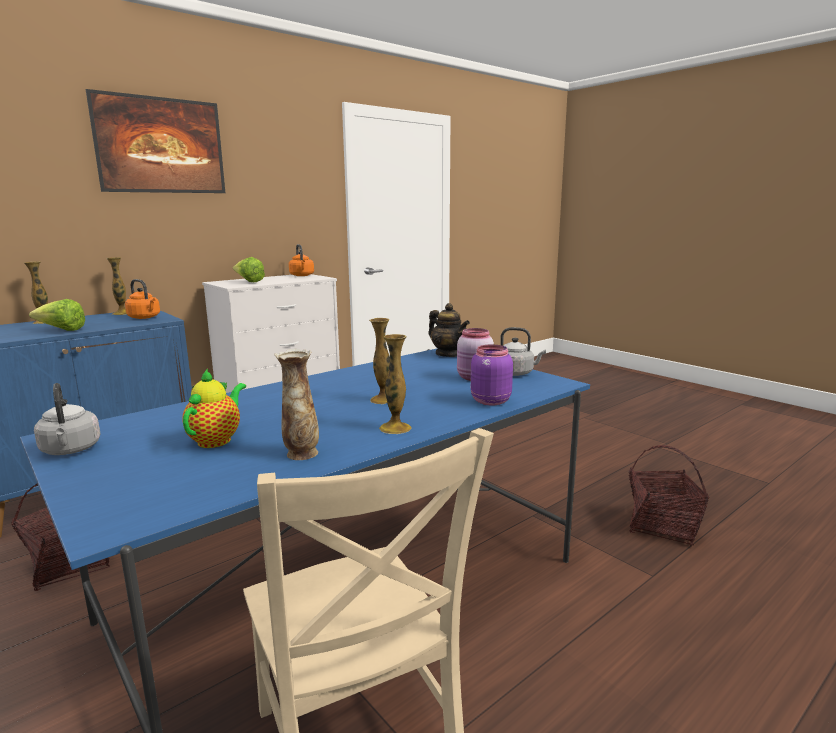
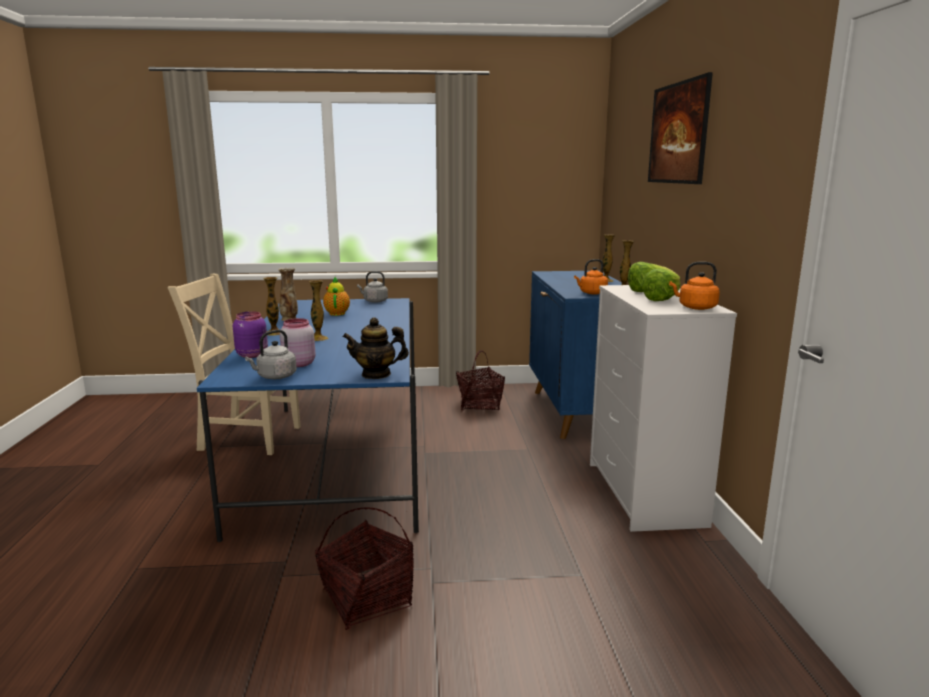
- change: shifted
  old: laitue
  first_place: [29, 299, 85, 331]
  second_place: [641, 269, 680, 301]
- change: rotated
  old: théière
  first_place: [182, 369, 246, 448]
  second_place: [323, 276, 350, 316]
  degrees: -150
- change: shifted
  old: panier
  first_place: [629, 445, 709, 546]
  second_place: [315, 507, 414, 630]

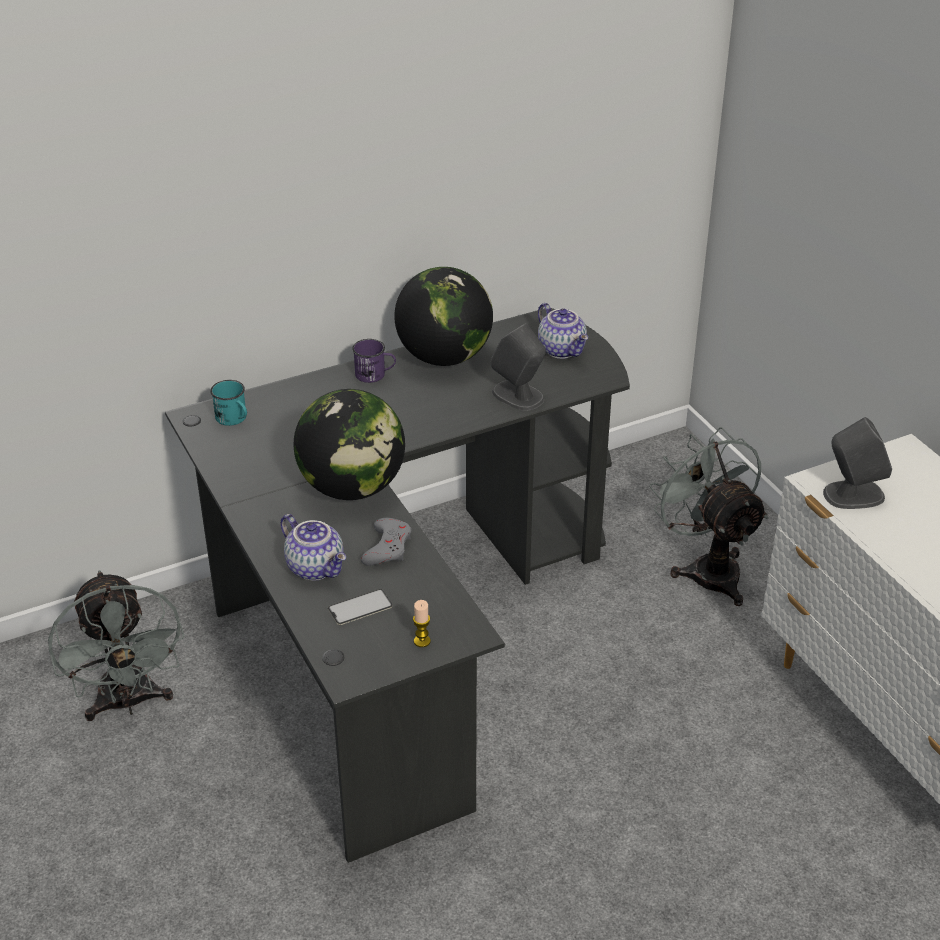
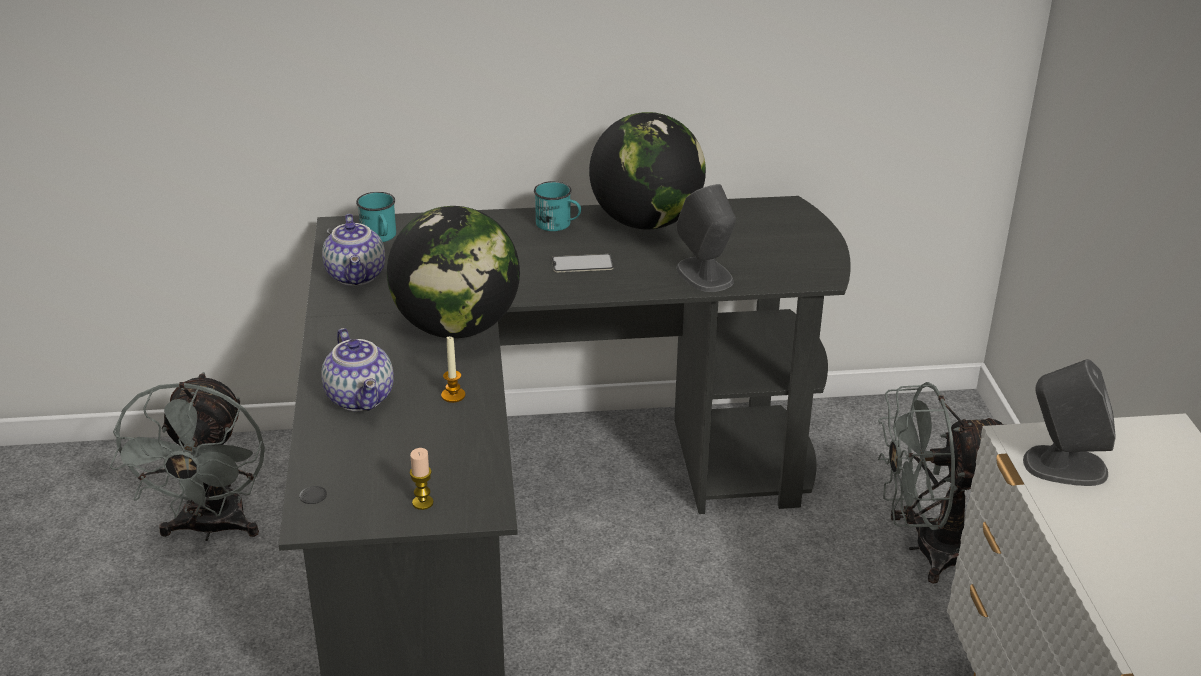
- change: shifted
  old: théière
  first_place: [538, 303, 588, 359]
  second_place: [322, 214, 385, 286]
- change: repainted
  old: mug/violet
  new: mug/turquoise
  first_place: [352, 339, 396, 383]
  second_place: [534, 181, 581, 231]
- change: rotated
  old: ventilateur/gris
  first_place: [649, 427, 768, 606]
  second_place: [877, 382, 1006, 584]
  degrees: -90
- change: swapped
  old: manette/gris
  new: bougie
  first_place: [361, 518, 411, 566]
  second_place: [441, 337, 465, 403]
- change: shifted
  old: téléphone
  first_place: [328, 589, 393, 625]
  second_place: [552, 254, 614, 272]

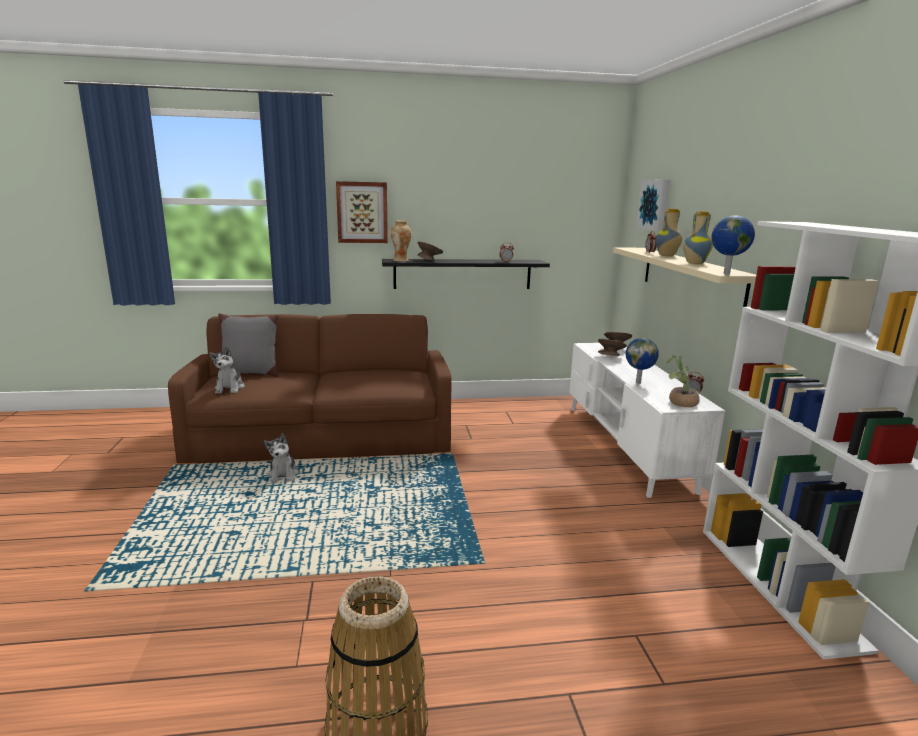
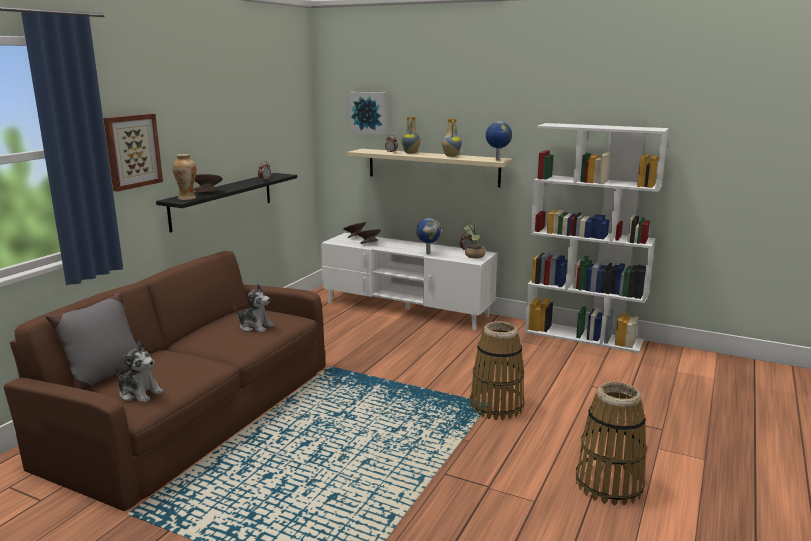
- change: shifted
  old: peluche
  first_place: [264, 433, 299, 483]
  second_place: [234, 284, 274, 332]
- change: new
  new: panier
  second_place: [470, 321, 525, 420]

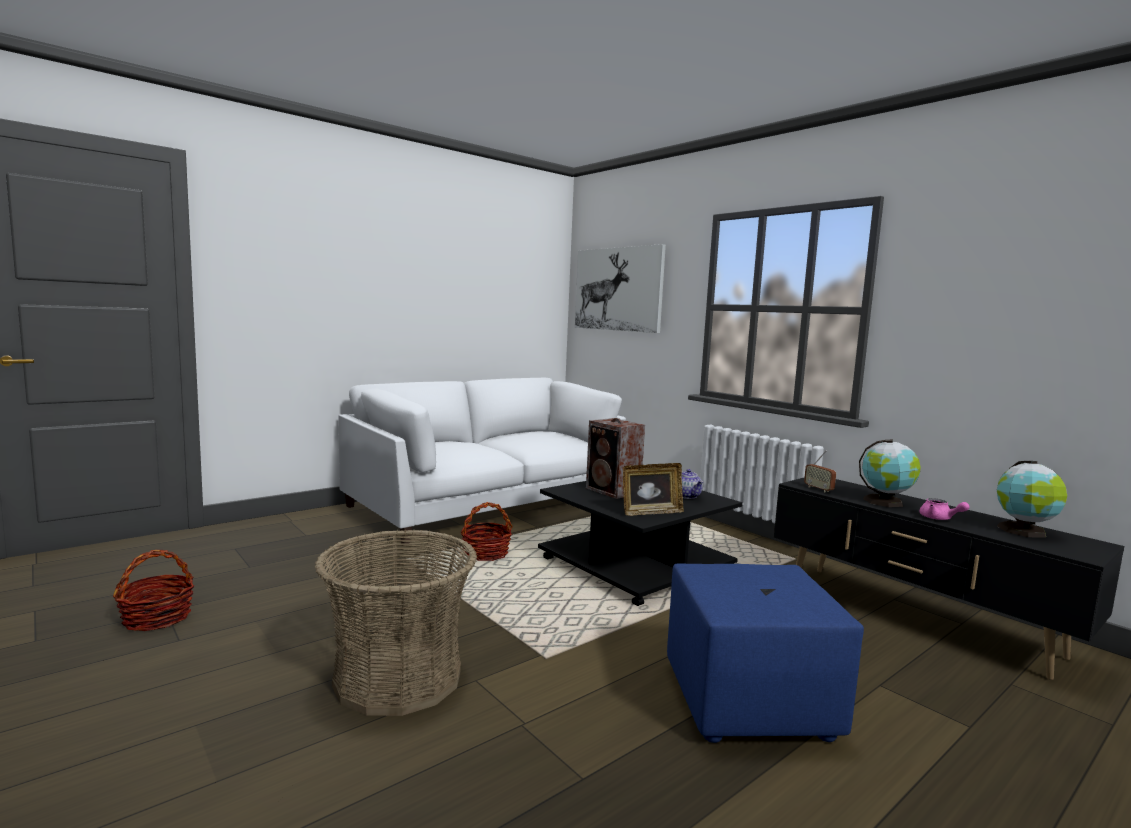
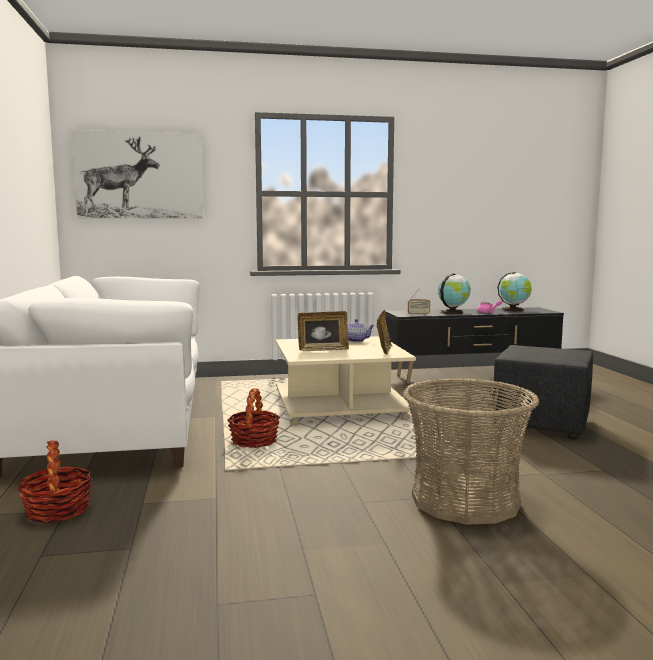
- change: swapped
  old: enceinte
  new: cadre photo
  first_place: [586, 418, 645, 499]
  second_place: [298, 311, 349, 351]
- change: repainted
  old: table basse/noir
  new: table basse/beige
  first_place: [538, 481, 742, 606]
  second_place: [275, 336, 416, 426]
- change: shifted
  old: panier
  first_place: [113, 550, 194, 631]
  second_place: [17, 440, 92, 523]
- change: repainted
  old: pouf/bleu
  new: pouf/noir
  first_place: [667, 563, 864, 743]
  second_place: [493, 345, 593, 439]

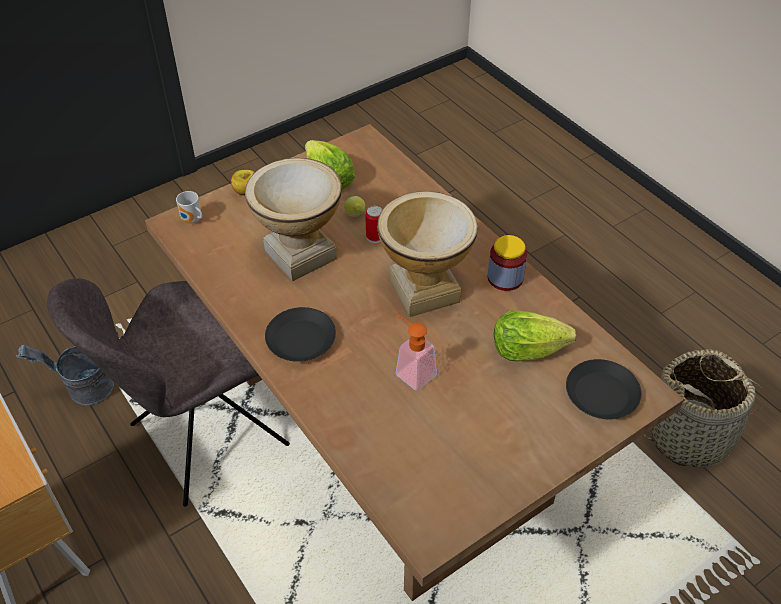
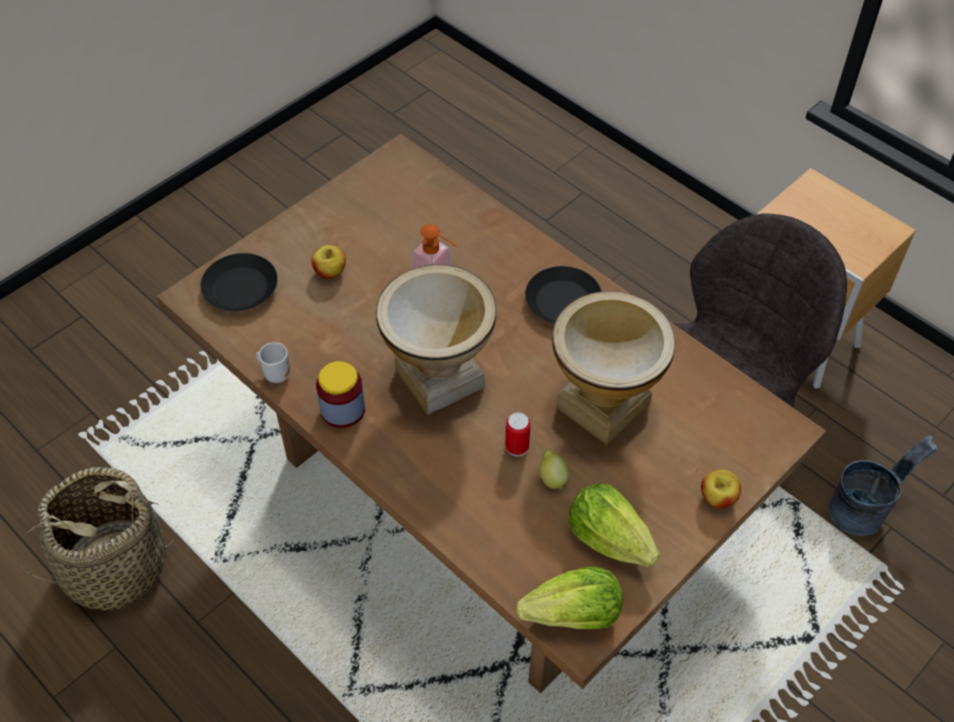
- change: shifted
  old: mug
  first_place: [176, 191, 202, 224]
  second_place: [256, 342, 291, 383]
- change: shifted
  old: laitue
  first_place: [494, 310, 576, 361]
  second_place: [516, 566, 623, 629]
- change: new
  new: pomme
  second_place: [311, 245, 346, 279]

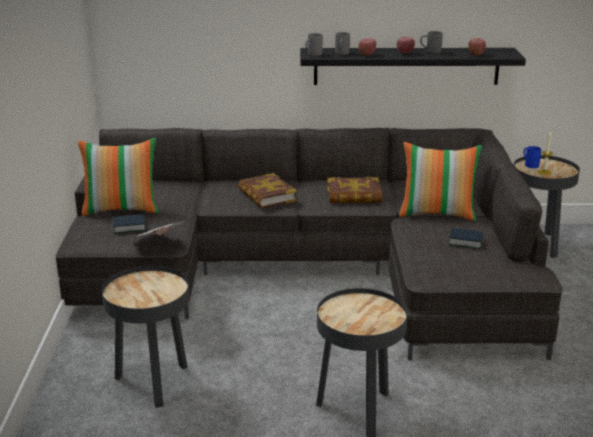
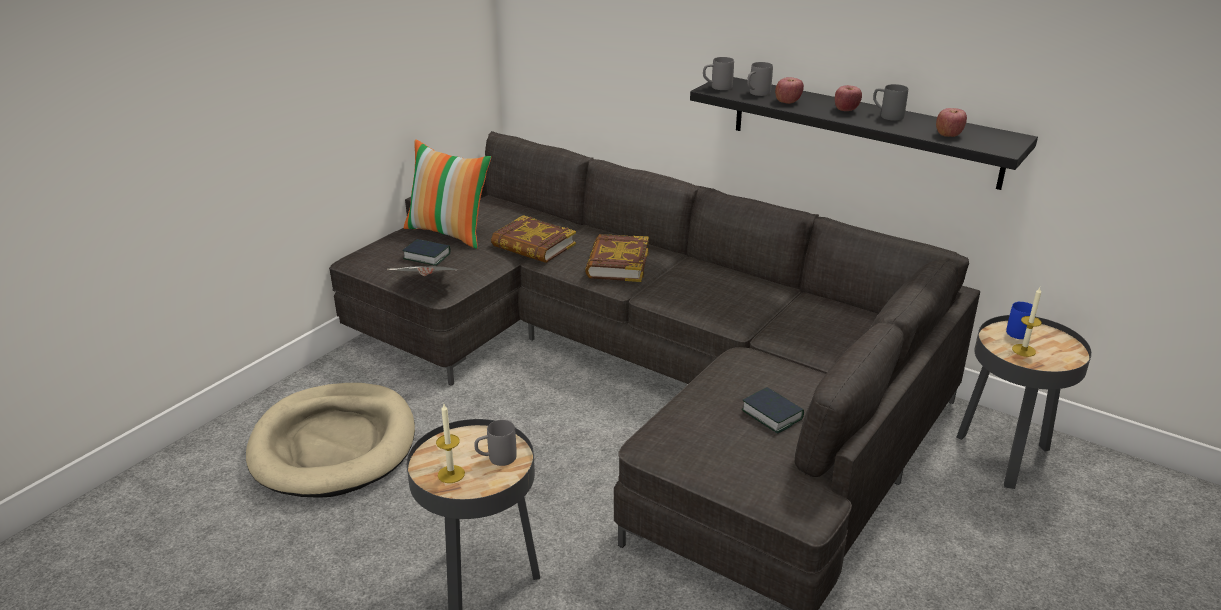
- change: gone
  old: coussin
  first_place: [399, 142, 482, 221]
- change: shifted
  old: livre
  first_place: [327, 177, 382, 203]
  second_place: [491, 215, 576, 263]
- change: swapped
  old: table d'appoint/noir
  new: panier pour chien/beige
  first_place: [102, 266, 189, 408]
  second_place: [246, 383, 415, 498]
- change: new
  new: bougie
  second_place: [436, 404, 465, 483]
- change: new
  new: mug/gris
  second_place: [474, 420, 517, 466]

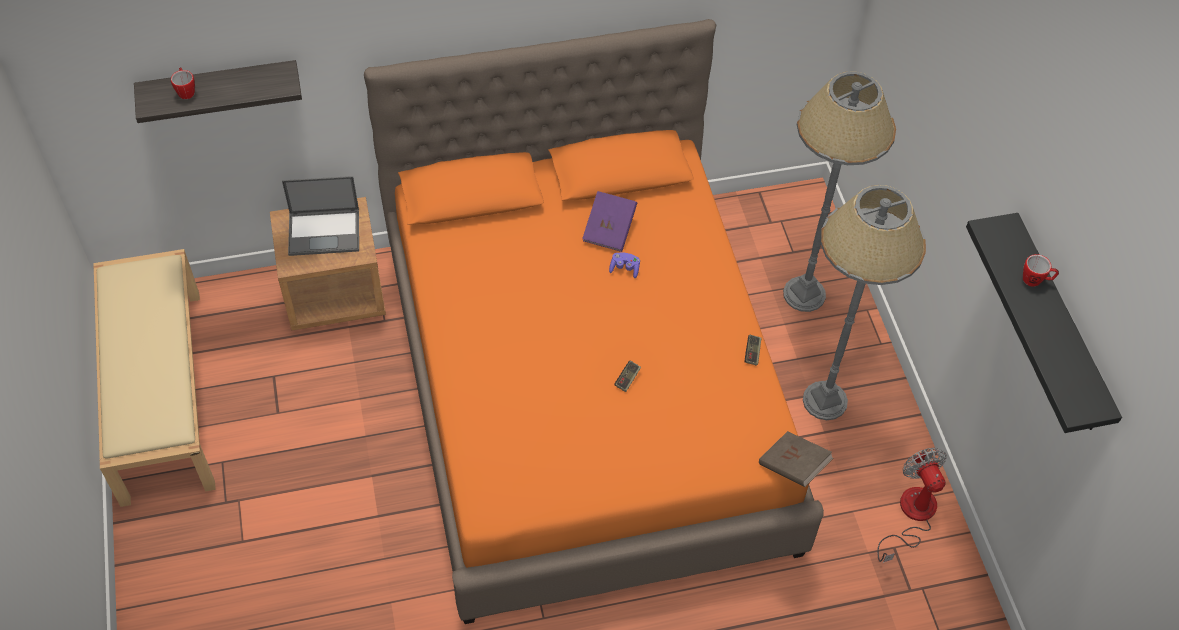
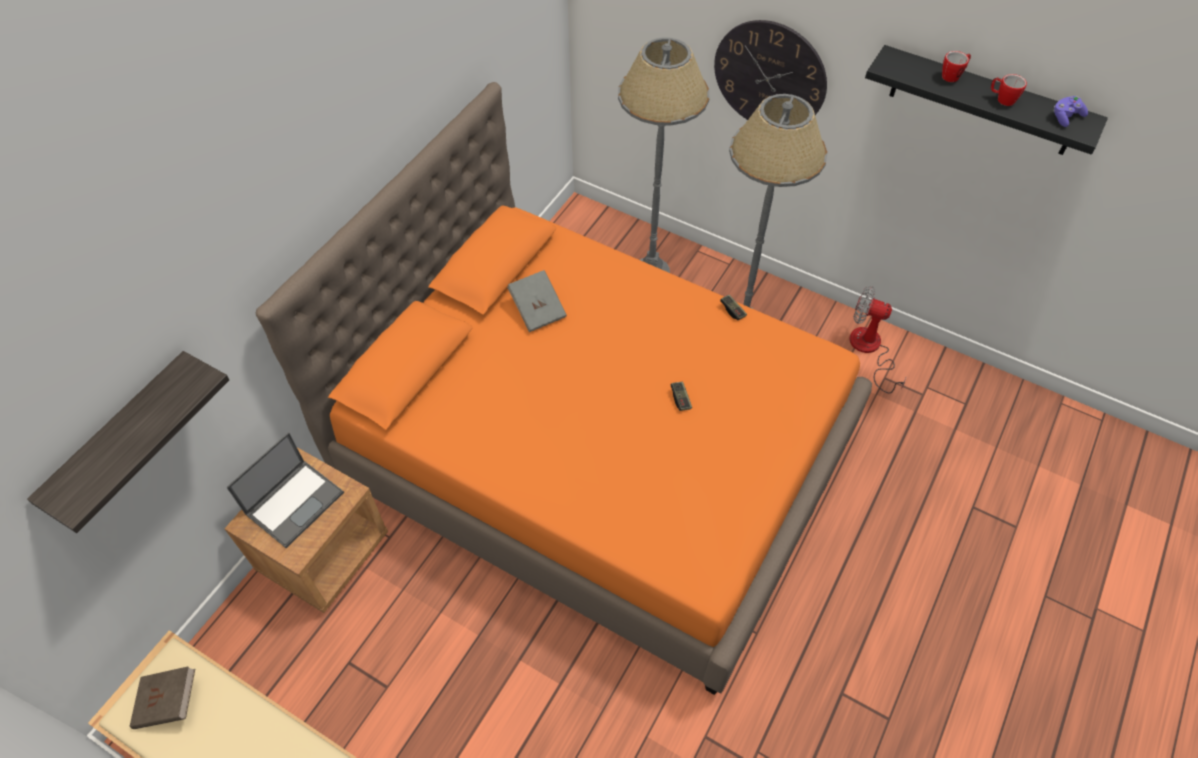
- change: shifted
  old: mug
  first_place: [171, 67, 195, 99]
  second_place: [991, 74, 1027, 106]
- change: repainted
  old: livre/violet
  new: livre/gris
  first_place: [582, 191, 637, 252]
  second_place: [507, 270, 567, 332]
- change: shifted
  old: manette/violet
  first_place: [609, 253, 640, 278]
  second_place: [1053, 96, 1088, 127]
- change: shifted
  old: livre/marron
  first_place: [759, 431, 833, 487]
  second_place: [130, 667, 195, 729]
- change: new
  new: horloge murale
  second_place: [714, 20, 827, 120]

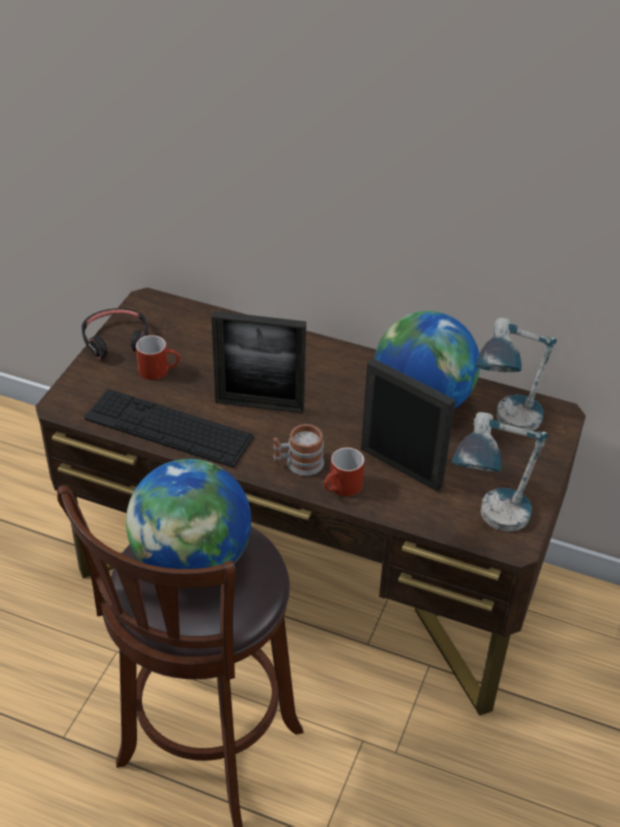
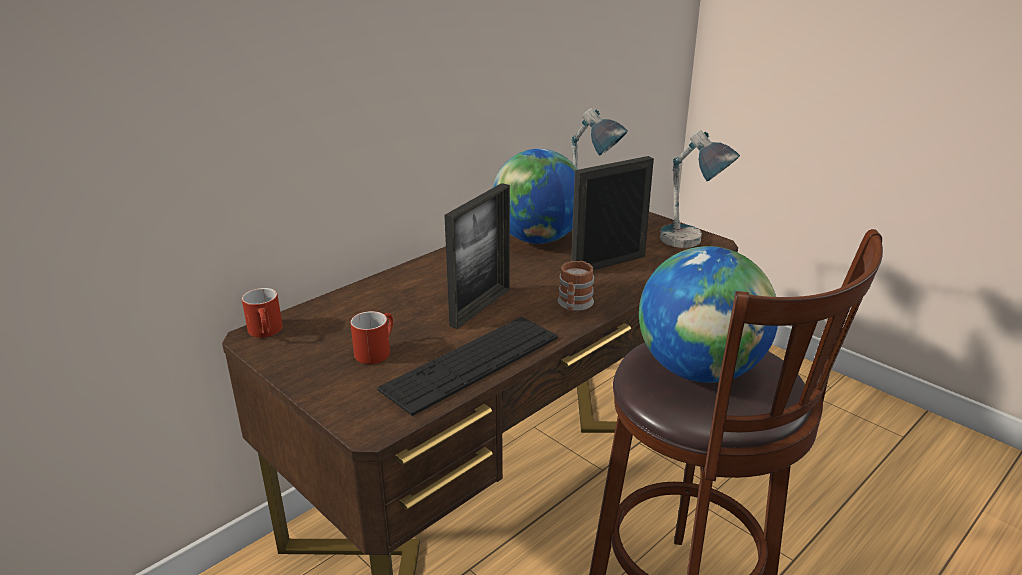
- change: gone
  old: casque audio/noir
  first_place: [82, 308, 148, 360]
- change: shifted
  old: mug/rouge
  first_place: [324, 447, 364, 496]
  second_place: [242, 288, 283, 338]

